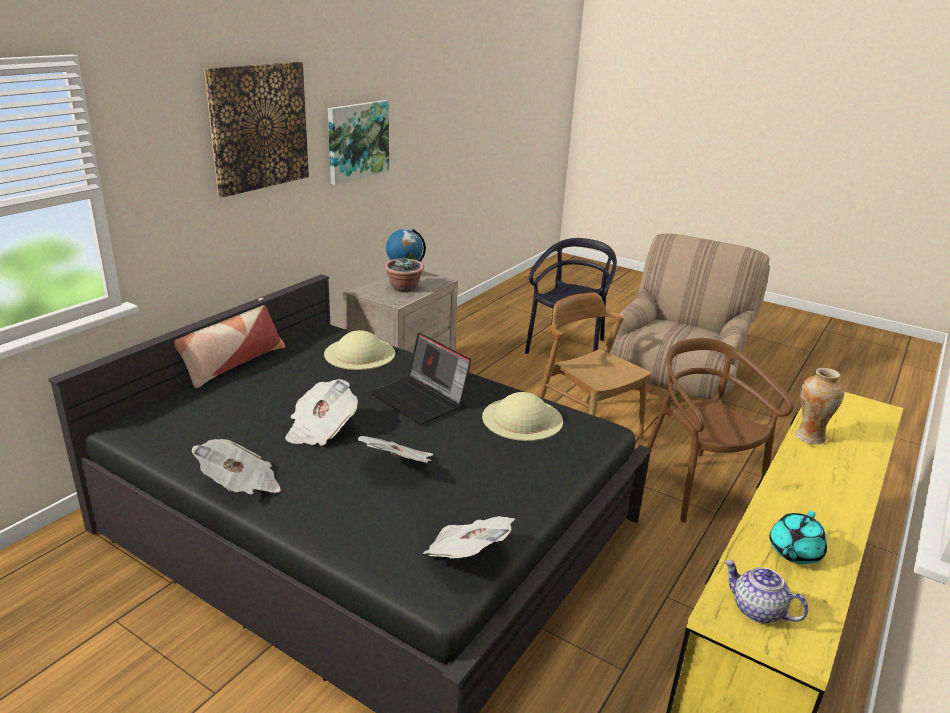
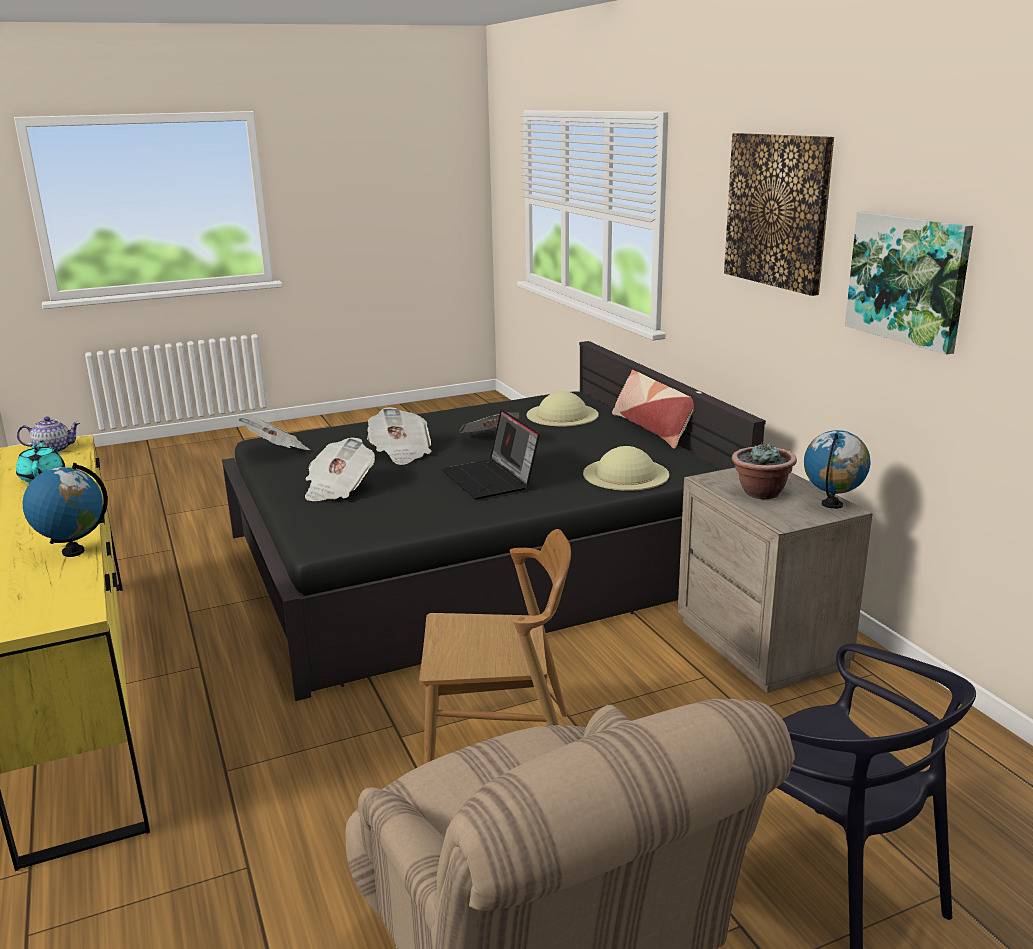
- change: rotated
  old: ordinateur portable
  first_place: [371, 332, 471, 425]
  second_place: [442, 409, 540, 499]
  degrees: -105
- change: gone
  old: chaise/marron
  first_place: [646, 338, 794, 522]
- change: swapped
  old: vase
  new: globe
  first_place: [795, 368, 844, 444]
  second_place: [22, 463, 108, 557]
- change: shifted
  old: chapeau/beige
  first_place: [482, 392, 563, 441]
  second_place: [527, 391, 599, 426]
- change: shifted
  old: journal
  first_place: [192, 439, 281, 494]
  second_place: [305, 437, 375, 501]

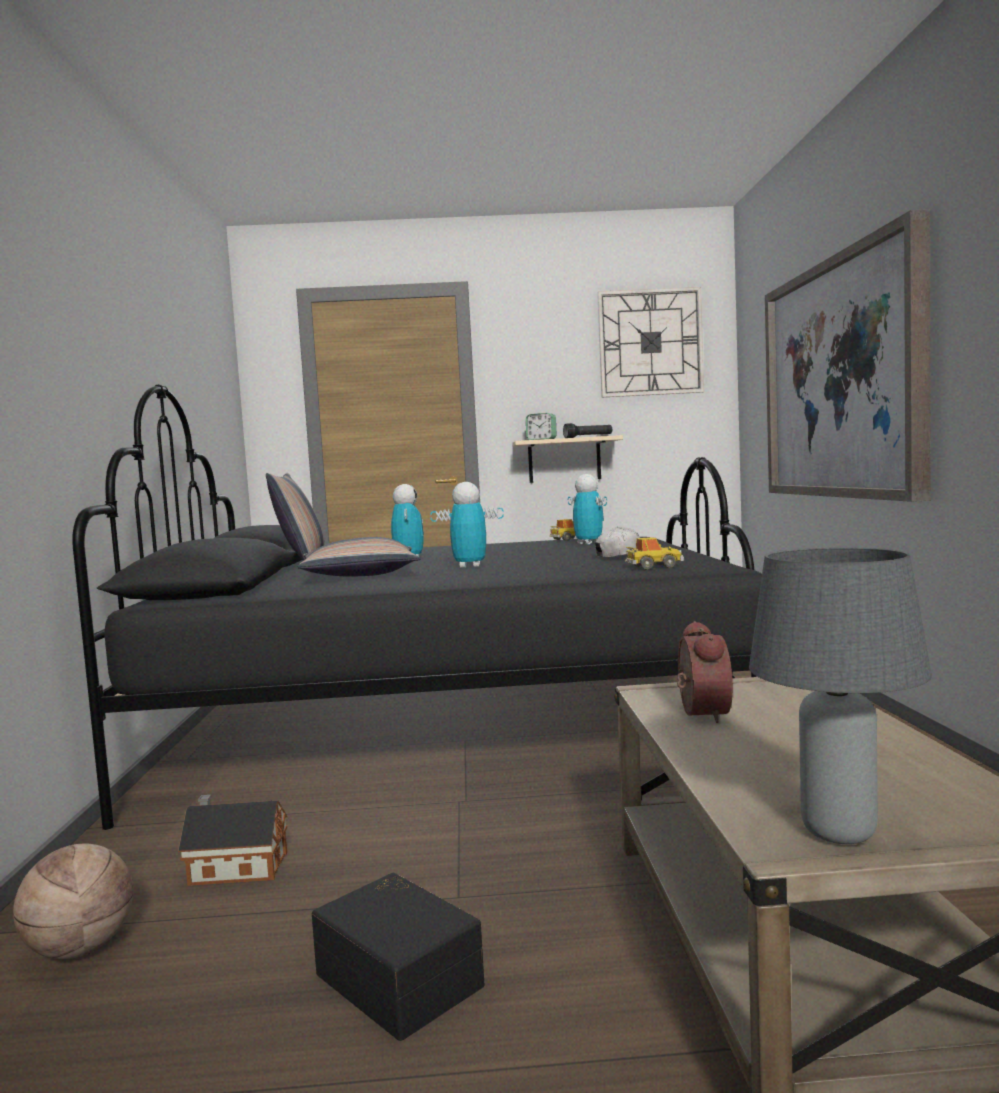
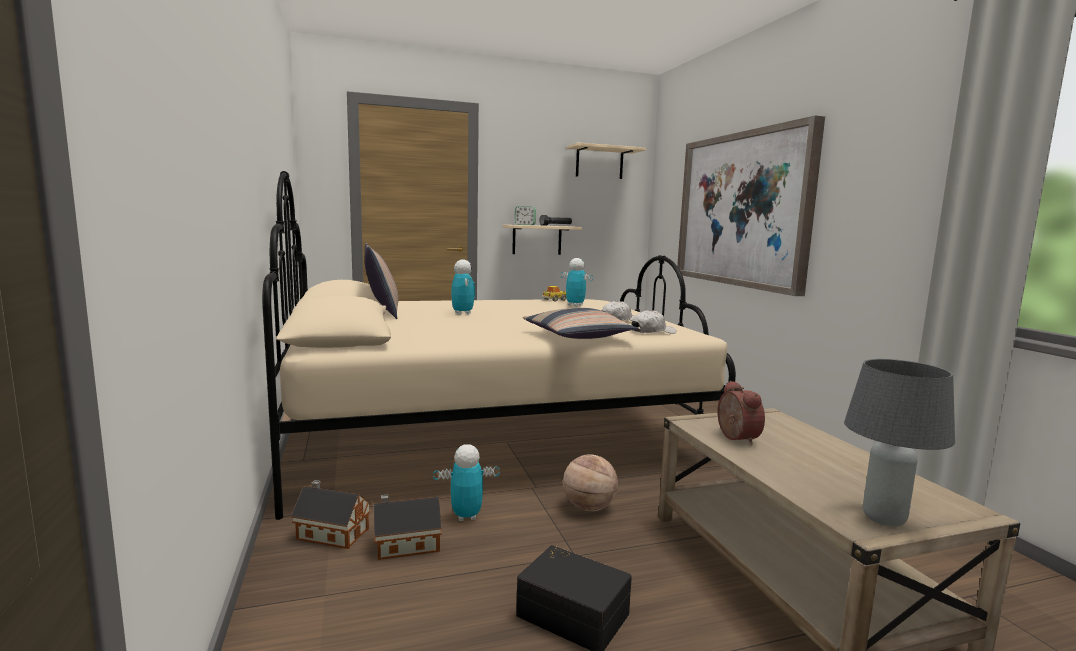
- change: swapped
  old: horloge murale
  new: étagère/beige
  first_place: [597, 287, 704, 397]
  second_place: [567, 143, 646, 179]
- change: repainted
  old: lit/noir
  new: lit/beige
  first_place: [72, 385, 762, 830]
  second_place: [262, 171, 736, 520]
- change: shifted
  old: robot jouet
  first_place: [430, 482, 504, 568]
  second_place: [433, 444, 500, 521]
- change: shifted
  old: coussin
  first_place: [297, 537, 421, 576]
  second_place: [523, 308, 639, 339]
- change: swapped
  old: petite voiture
  new: casquette/blanc
  first_place: [625, 537, 684, 570]
  second_place: [632, 310, 676, 334]
- change: shifted
  old: ballon de basket
  first_place: [13, 844, 133, 959]
  second_place: [563, 454, 618, 511]
- change: new
  new: maison miniature
  second_place: [290, 480, 371, 549]

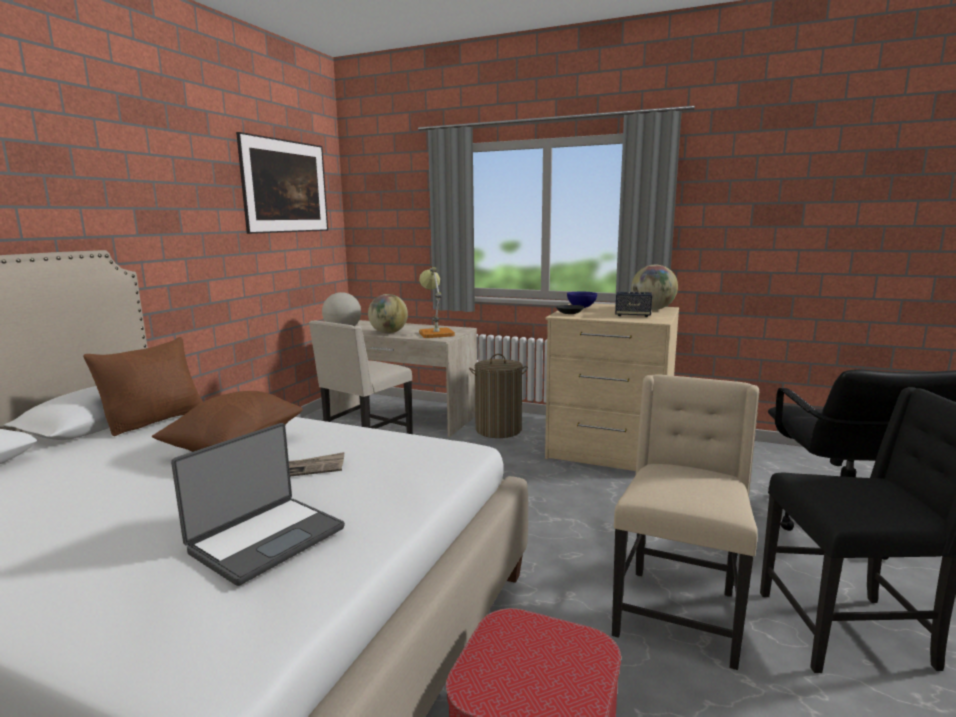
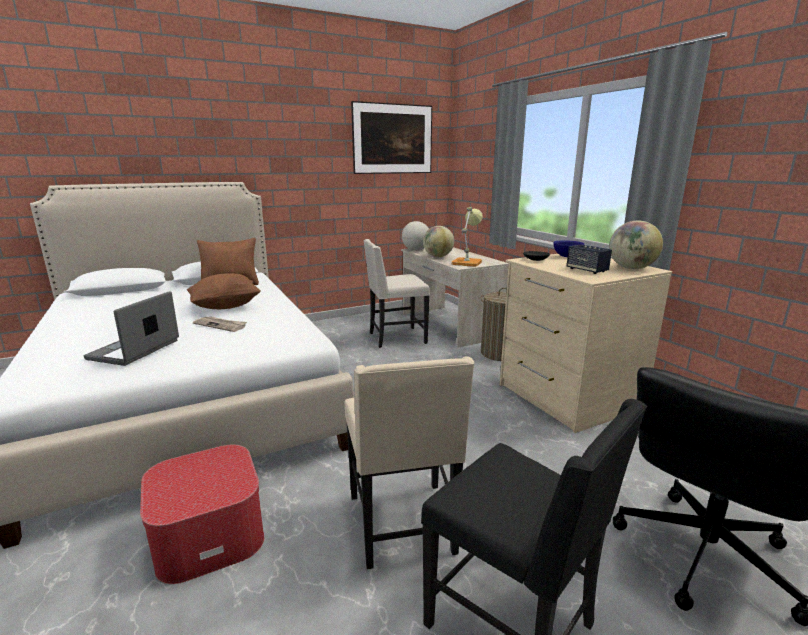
- change: rotated
  old: chaise/beige
  first_place: [612, 374, 759, 670]
  second_place: [344, 357, 475, 569]
  degrees: 105
- change: rotated
  old: ordinateur portable
  first_place: [171, 423, 345, 586]
  second_place: [84, 291, 179, 366]
  degrees: 120

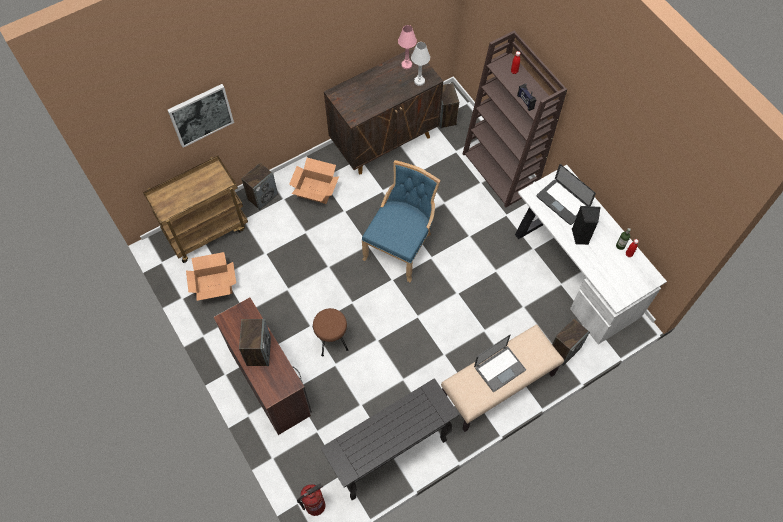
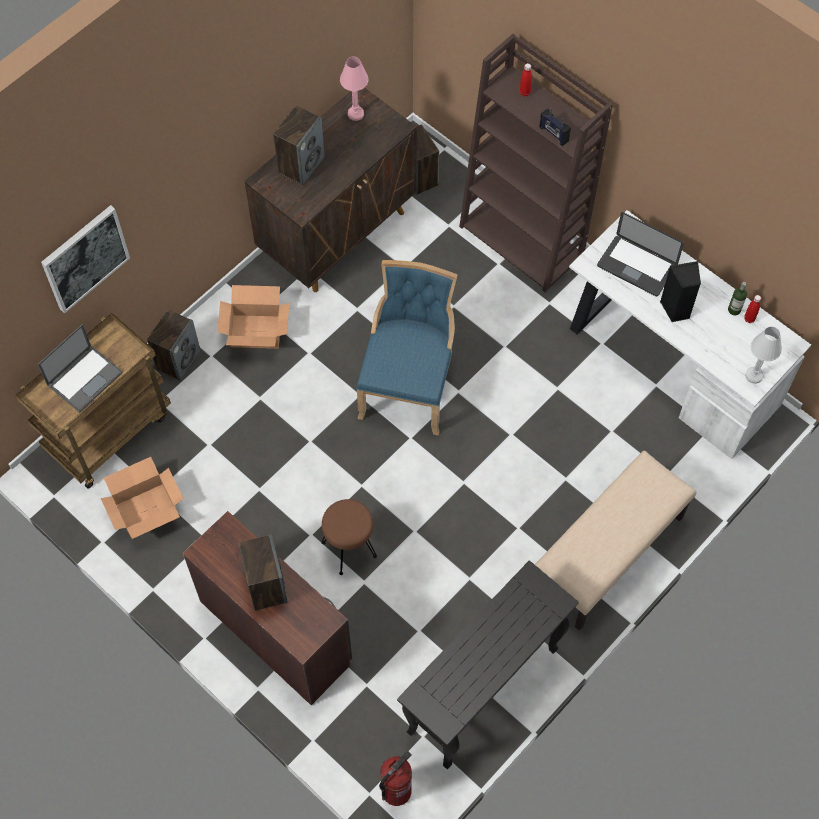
- change: shifted
  old: lampe de table/blanc
  first_place: [411, 42, 430, 86]
  second_place: [745, 327, 782, 384]
- change: shifted
  old: enceinte
  first_place: [552, 319, 590, 366]
  second_place: [273, 106, 325, 186]
- change: shifted
  old: ordinateur portable
  first_place: [474, 335, 526, 393]
  second_place: [38, 324, 123, 413]

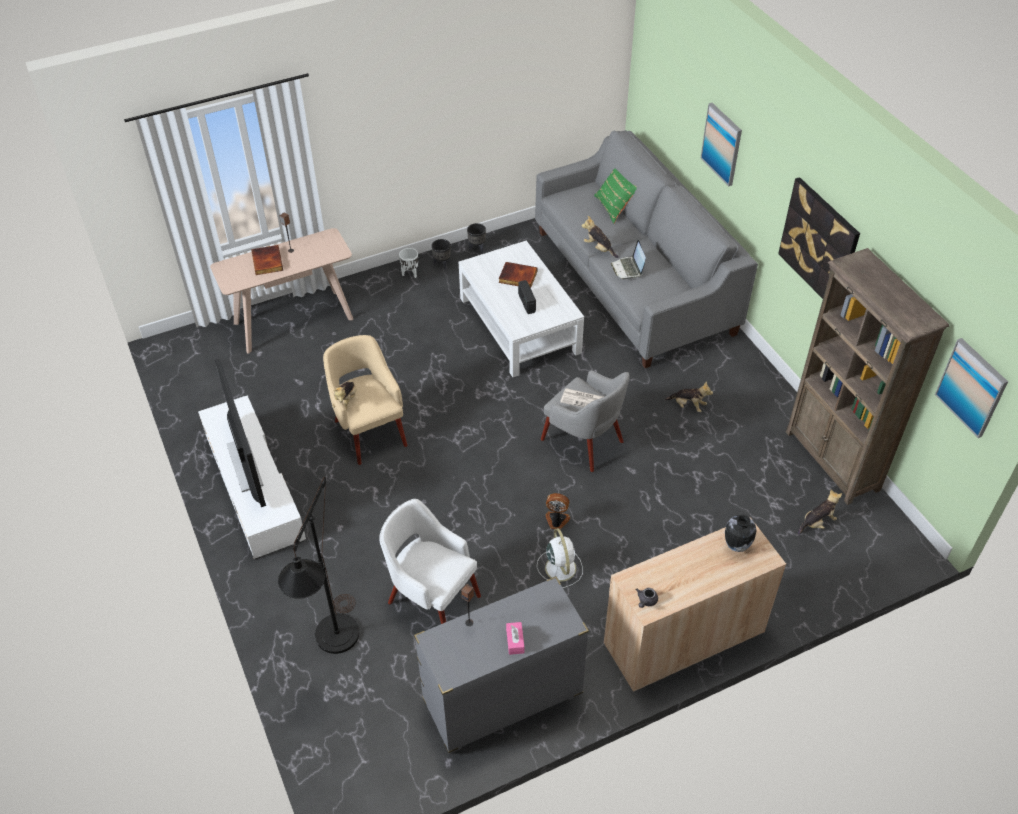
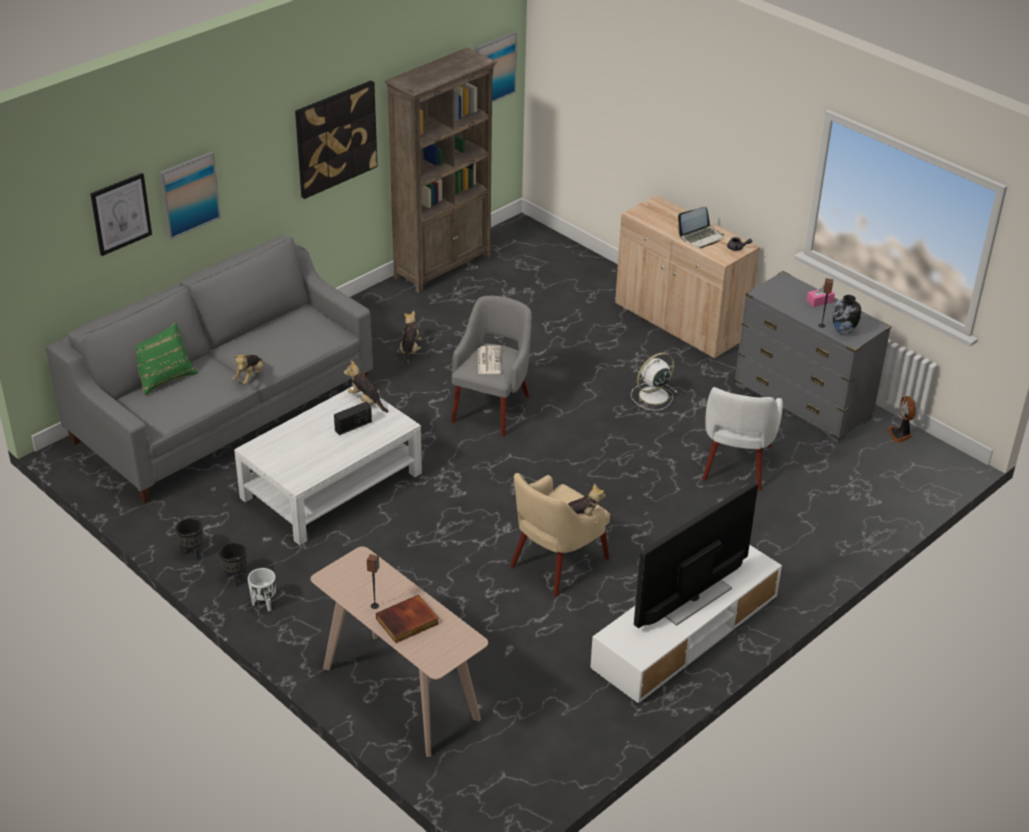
- change: shifted
  old: ordinateur portable
  first_place: [611, 239, 646, 280]
  second_place: [678, 207, 724, 248]
- change: gone
  old: livre
  first_place: [499, 262, 537, 288]
- change: gone
  old: lampadaire/noir
  first_place: [278, 477, 359, 654]
- change: shifted
  old: peluche
  first_place: [798, 490, 842, 535]
  second_place: [344, 360, 389, 413]
- change: shifted
  old: ventilateur
  first_place: [546, 493, 570, 530]
  second_place: [887, 396, 916, 443]
- change: shifted
  old: vase
  first_place: [725, 515, 757, 552]
  second_place: [833, 295, 861, 335]
- change: new
  new: tableau
  second_place: [90, 173, 152, 256]

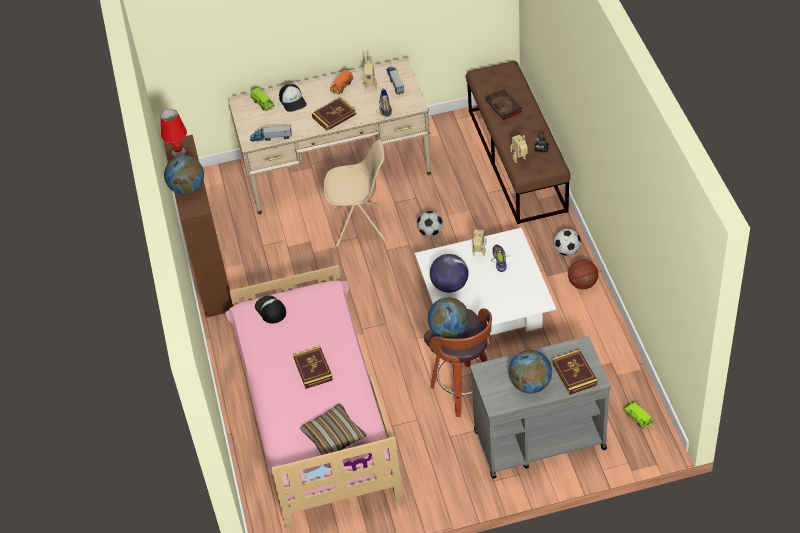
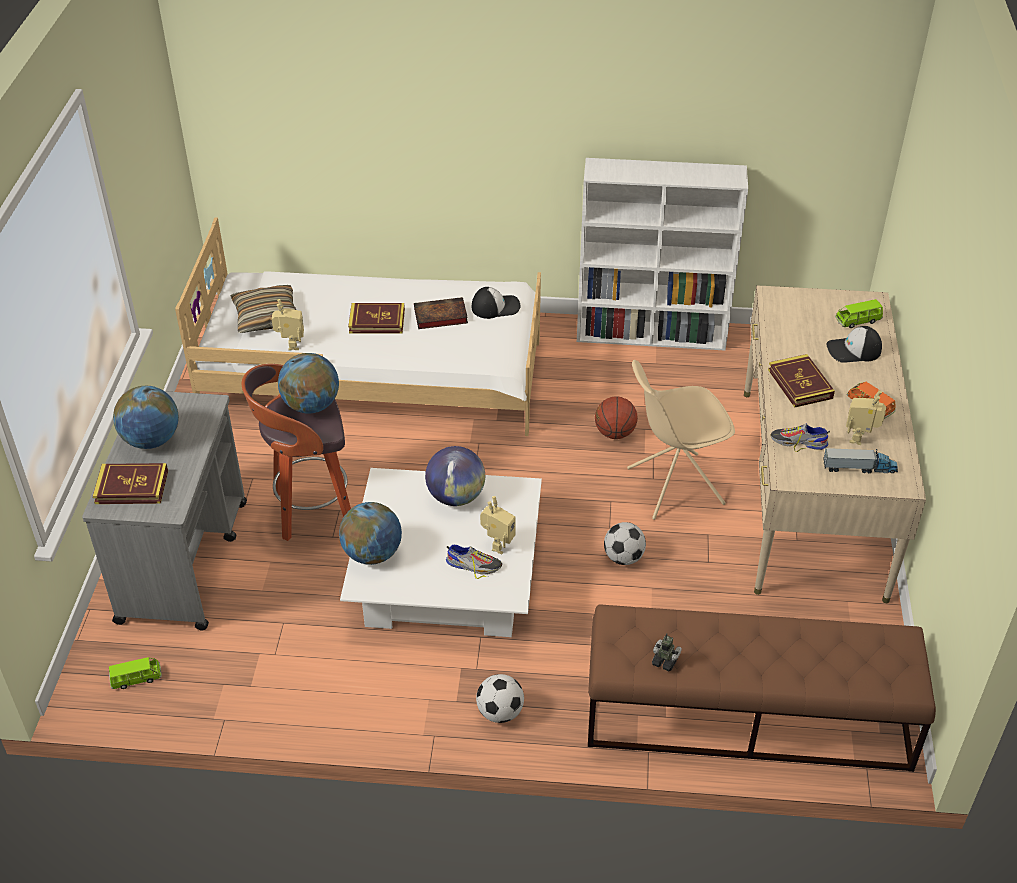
- change: shifted
  old: livre
  first_place: [485, 89, 522, 120]
  second_place: [414, 297, 468, 329]
- change: gone
  old: lampe de table/rouge
  first_place: [161, 109, 187, 157]
- change: gone
  old: camion jouet
  first_place: [250, 125, 292, 142]
- change: repainted
  old: bibliothèque/marron
  new: bibliothèque/blanc
  first_place: [163, 135, 233, 318]
  second_place: [577, 158, 748, 351]
- change: shifted
  old: robot jouet
  first_place: [511, 135, 528, 163]
  second_place: [272, 299, 304, 351]
- change: rotated
  old: chaise/beige
  first_place: [324, 140, 386, 247]
  second_place: [627, 360, 735, 520]
  degrees: 60
- change: shifted
  old: globe
  first_place: [164, 155, 204, 195]
  second_place: [339, 502, 402, 565]
- change: shifted
  old: ballon de basket
  first_place: [568, 259, 598, 289]
  second_place: [595, 396, 638, 439]
- change: repainted
  old: lit/rose
  new: lit/blanc
  first_place: [226, 265, 403, 530]
  second_place: [175, 217, 541, 436]

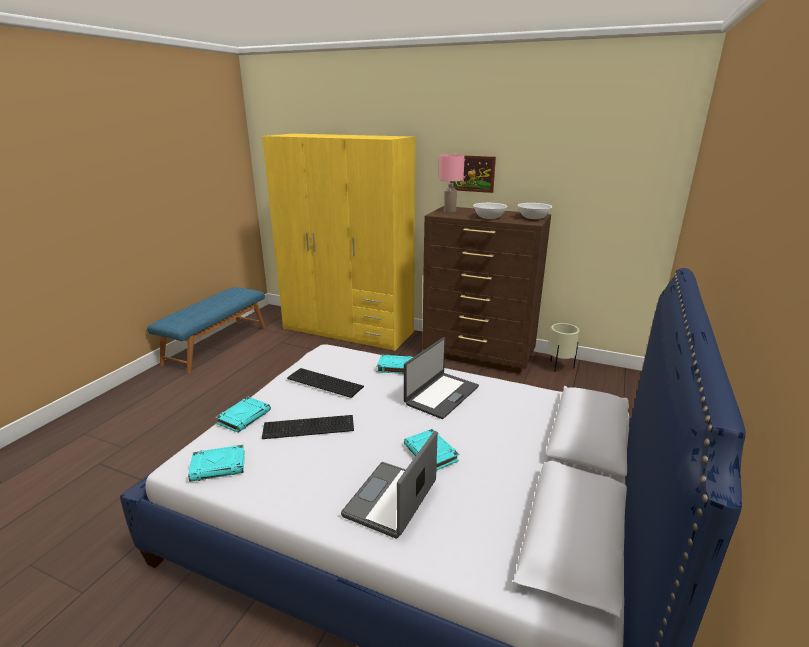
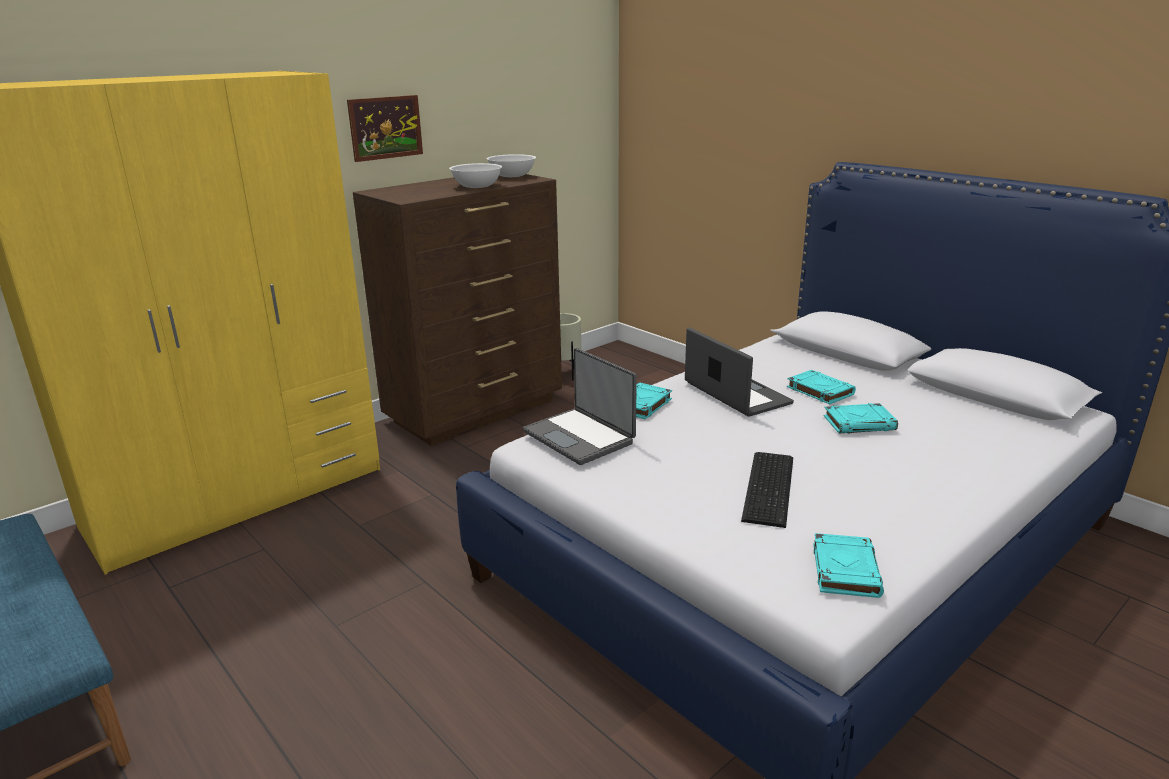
- change: gone
  old: lampe de table/rose
  first_place: [439, 154, 465, 212]
- change: gone
  old: clavier
  first_place: [287, 368, 364, 398]
- change: shifted
  old: livre/turquoise
  first_place: [215, 397, 271, 433]
  second_place: [787, 370, 856, 404]
- change: shifted
  old: ordinateur portable
  first_place: [341, 431, 438, 539]
  second_place: [523, 348, 637, 465]

